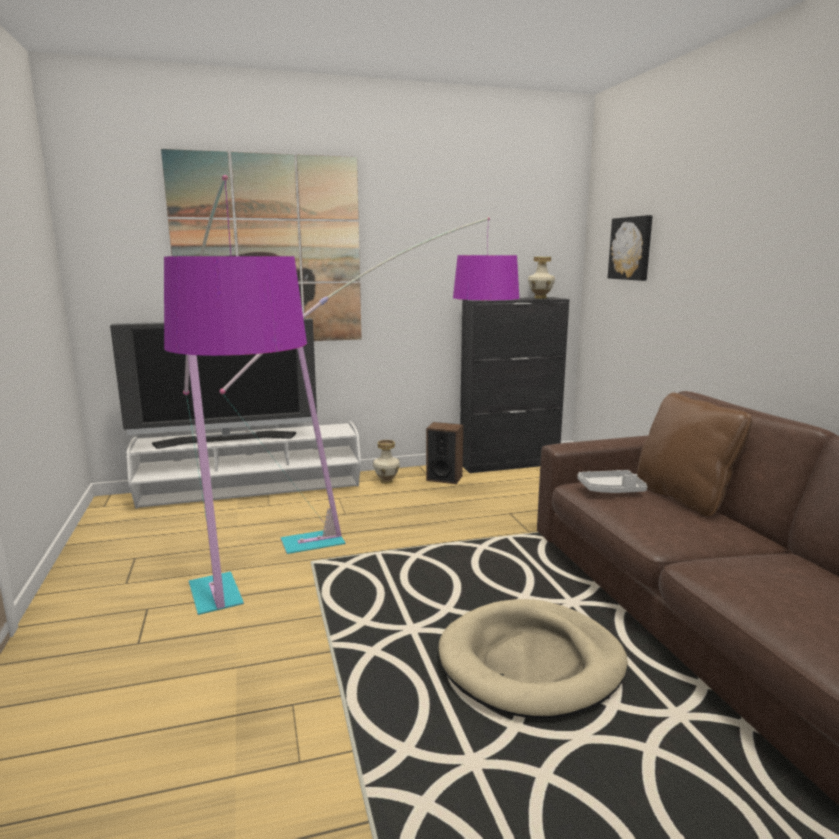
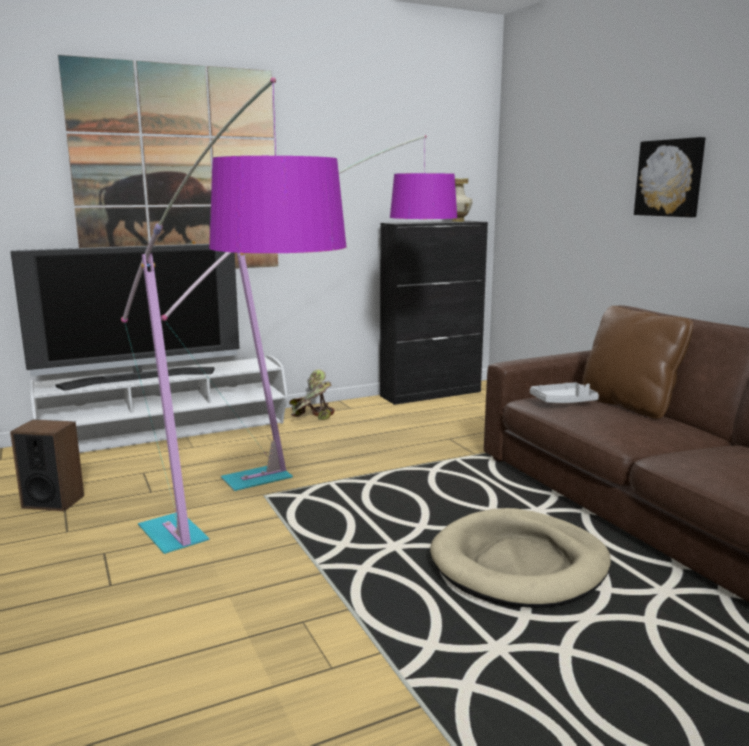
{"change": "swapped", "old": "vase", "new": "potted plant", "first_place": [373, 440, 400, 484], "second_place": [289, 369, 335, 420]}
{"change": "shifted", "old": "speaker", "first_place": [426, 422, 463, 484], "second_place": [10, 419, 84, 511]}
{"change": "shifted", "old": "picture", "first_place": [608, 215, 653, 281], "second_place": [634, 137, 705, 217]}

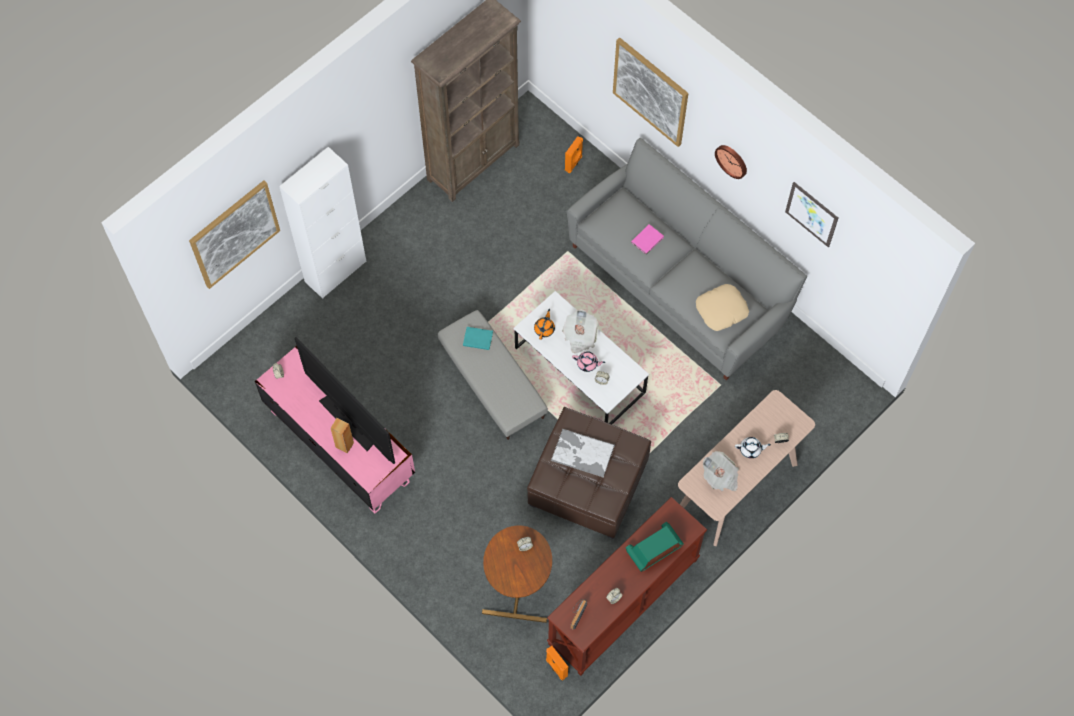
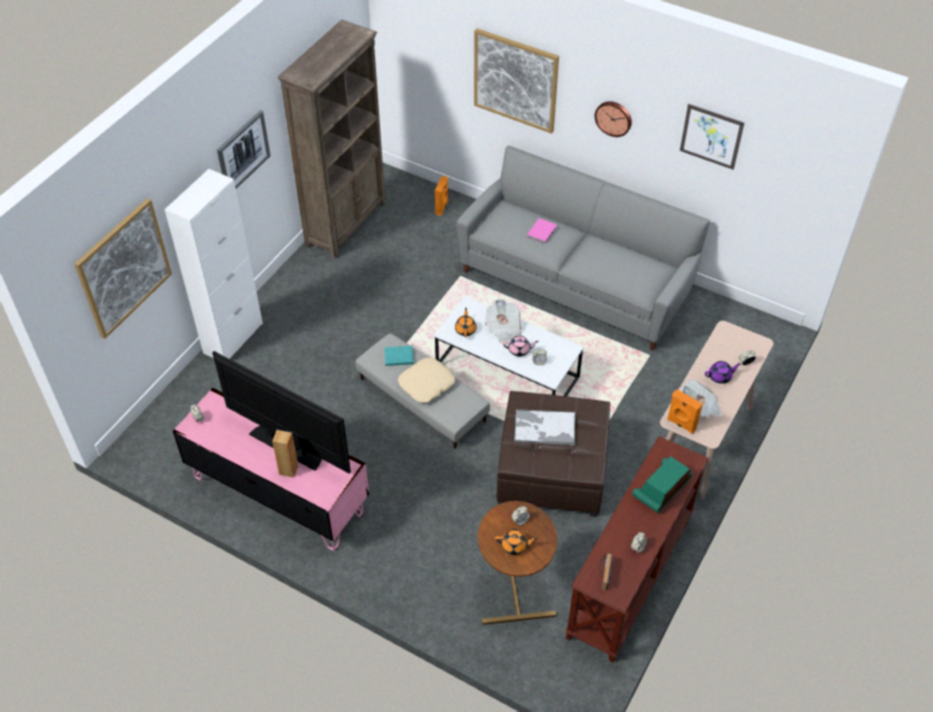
{"change": "shifted", "old": "speaker/orange", "first_place": [546, 646, 568, 680], "second_place": [667, 389, 703, 434]}
{"change": "shifted", "old": "pillow/beige", "first_place": [696, 284, 749, 331], "second_place": [398, 358, 455, 403]}
{"change": "repainted", "old": "teapot/white", "new": "teapot/purple", "first_place": [735, 437, 771, 458], "second_place": [705, 361, 741, 384]}
{"change": "new", "new": "picture", "second_place": [217, 110, 270, 189]}
{"change": "new", "new": "teapot/orange", "second_place": [495, 529, 537, 555]}

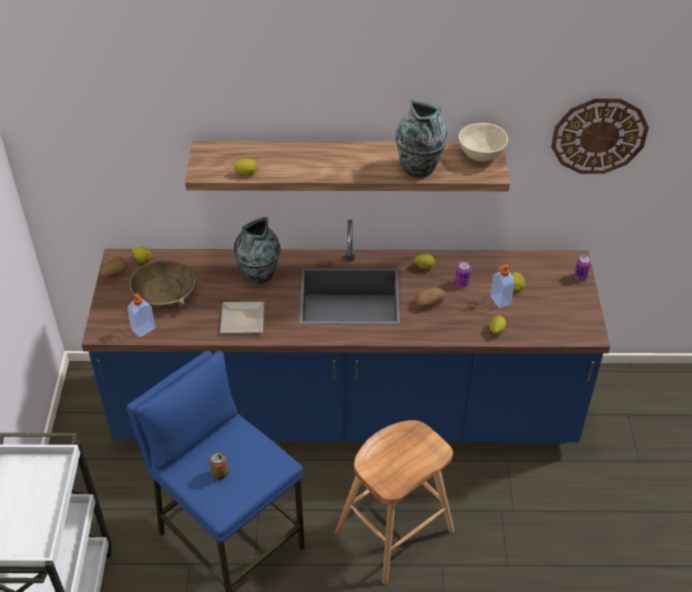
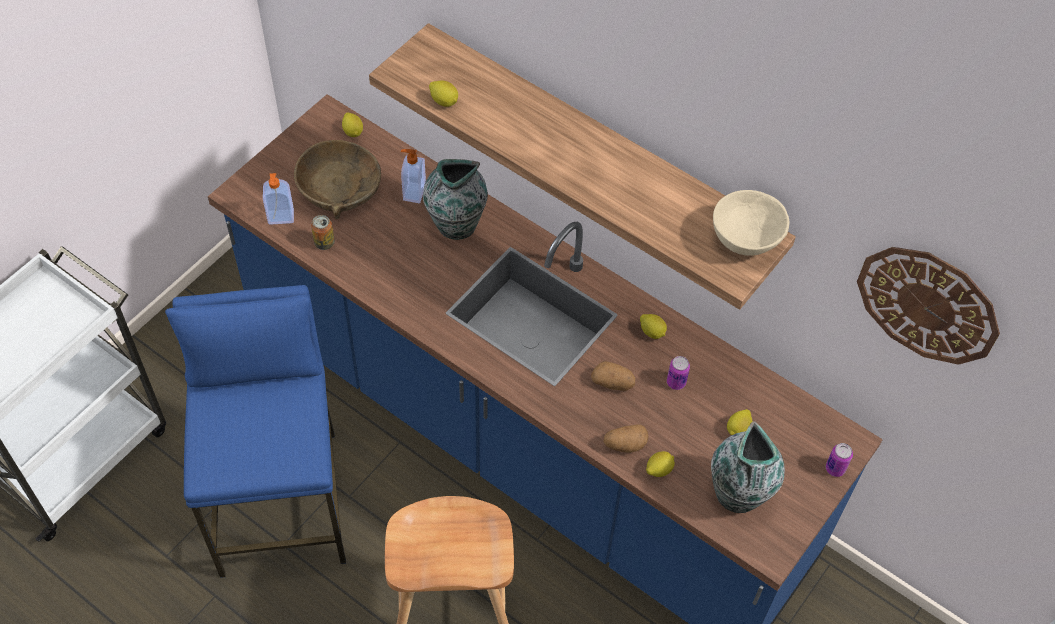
{"change": "shifted", "old": "potato", "first_place": [100, 256, 127, 278], "second_place": [603, 424, 648, 453]}
{"change": "shifted", "old": "can", "first_place": [209, 452, 228, 480], "second_place": [311, 215, 335, 250]}
{"change": "gone", "old": "plate", "first_place": [220, 302, 264, 333]}
{"change": "shifted", "old": "vase", "first_place": [395, 100, 448, 178], "second_place": [711, 421, 785, 513]}
{"change": "shifted", "old": "soap dispenser", "first_place": [490, 264, 514, 308], "second_place": [401, 149, 426, 204]}

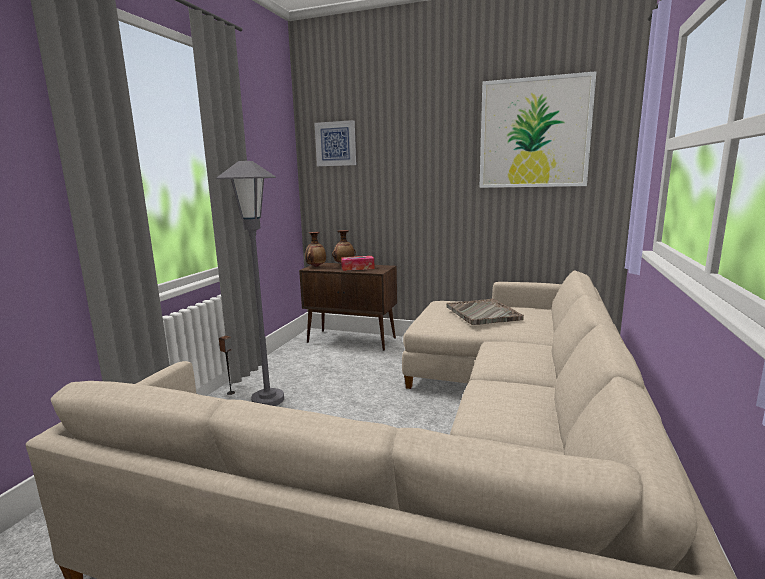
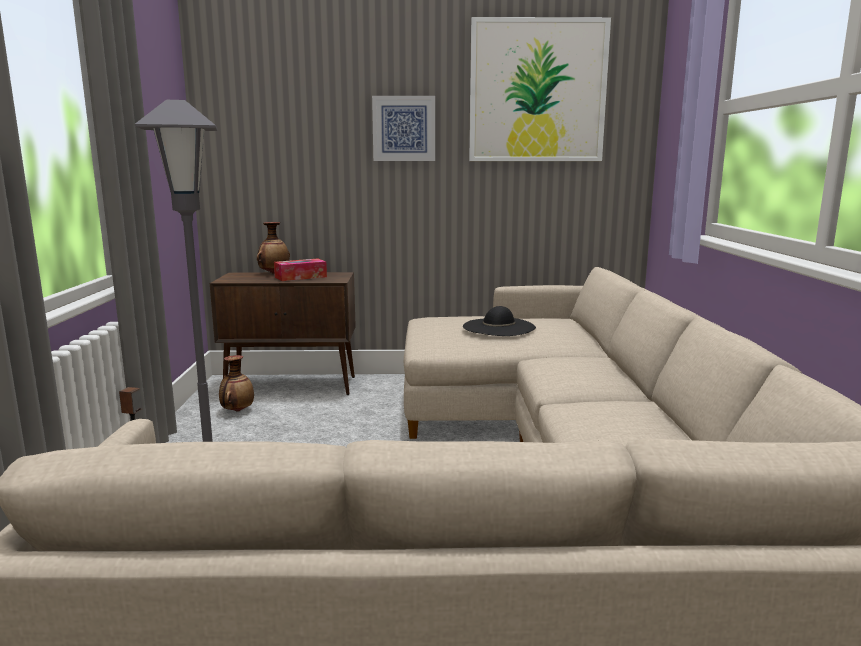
{"change": "shifted", "old": "vase", "first_place": [305, 232, 326, 267], "second_place": [219, 355, 254, 412]}
{"change": "shifted", "old": "picture", "first_place": [314, 120, 356, 166], "second_place": [372, 96, 435, 161]}
{"change": "swapped", "old": "tray/grey", "new": "hat/black", "first_place": [446, 298, 524, 325], "second_place": [463, 306, 536, 336]}

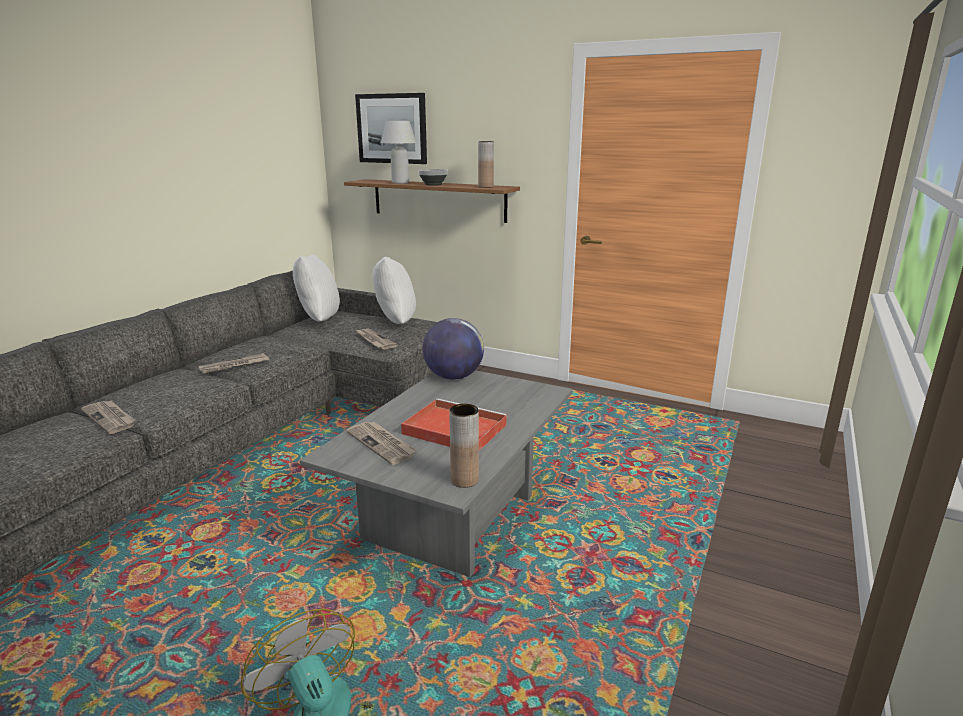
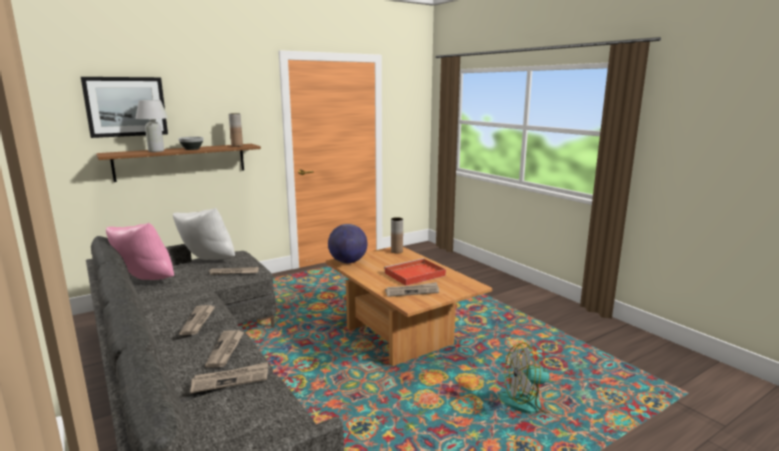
{"change": "repainted", "old": "pillow/white", "new": "pillow/pink", "first_place": [293, 255, 340, 322], "second_place": [106, 223, 174, 280]}
{"change": "repainted", "old": "coffee table/grey", "new": "coffee table/brown", "first_place": [300, 370, 573, 577], "second_place": [326, 247, 492, 366]}
{"change": "shifted", "old": "vase/brown", "first_place": [449, 404, 479, 488], "second_place": [391, 217, 403, 253]}
{"change": "new", "new": "newspaper", "second_place": [205, 330, 244, 368]}

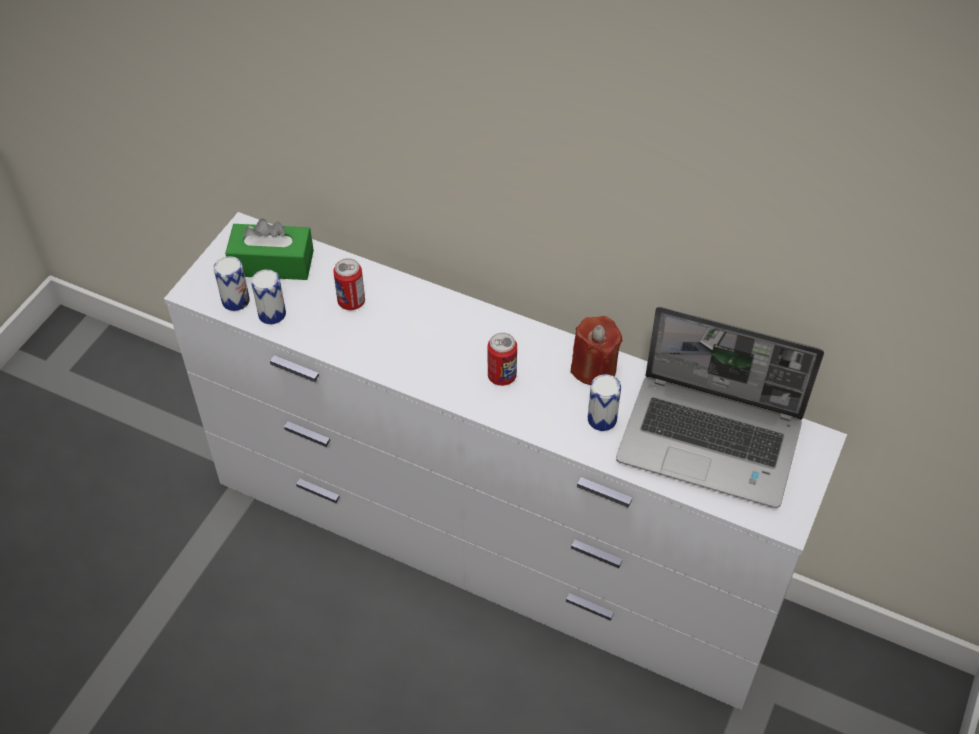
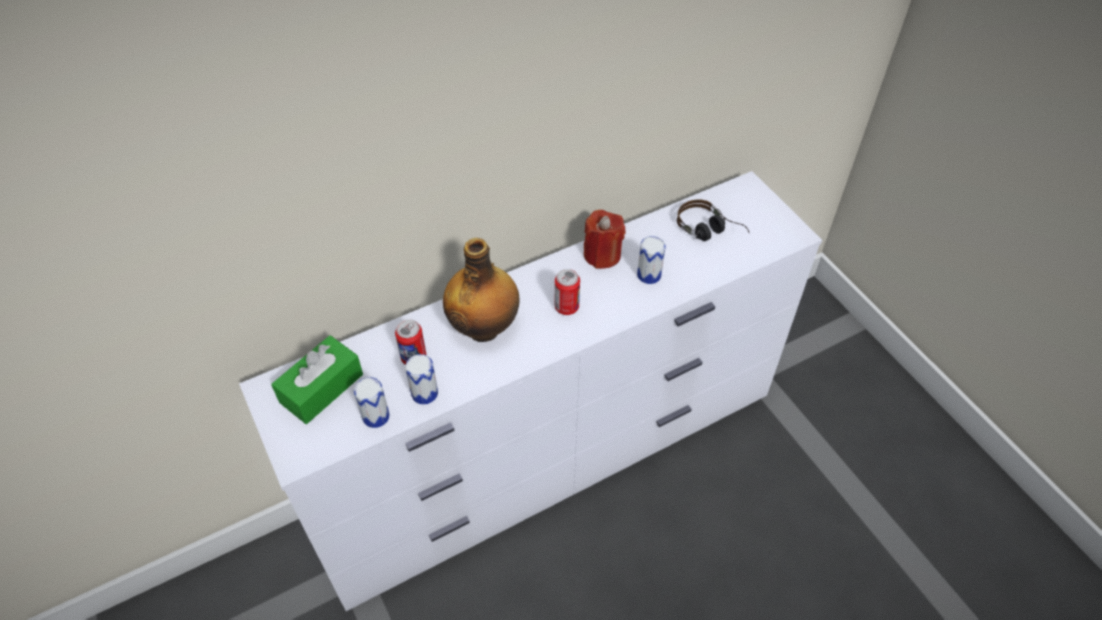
{"change": "shifted", "old": "can", "first_place": [214, 256, 250, 311], "second_place": [405, 354, 438, 405]}
{"change": "swapped", "old": "laptop", "new": "headphones", "first_place": [616, 307, 824, 508], "second_place": [677, 199, 749, 241]}
{"change": "new", "new": "bottle", "second_place": [443, 238, 520, 342]}

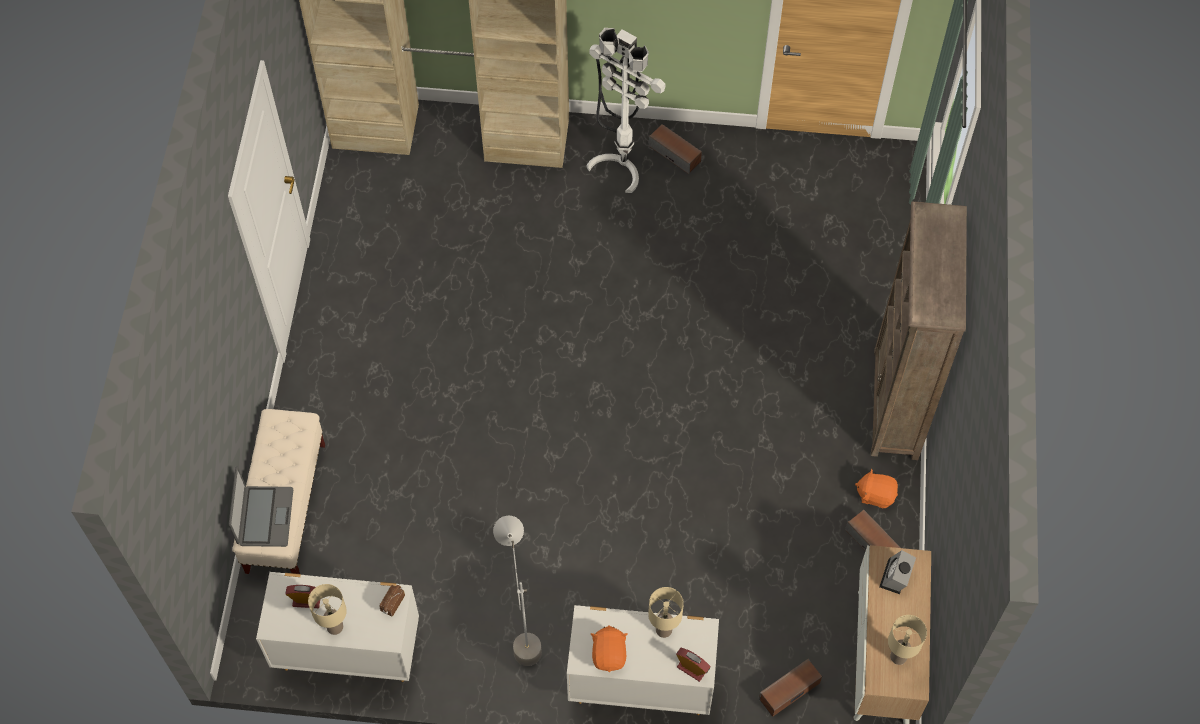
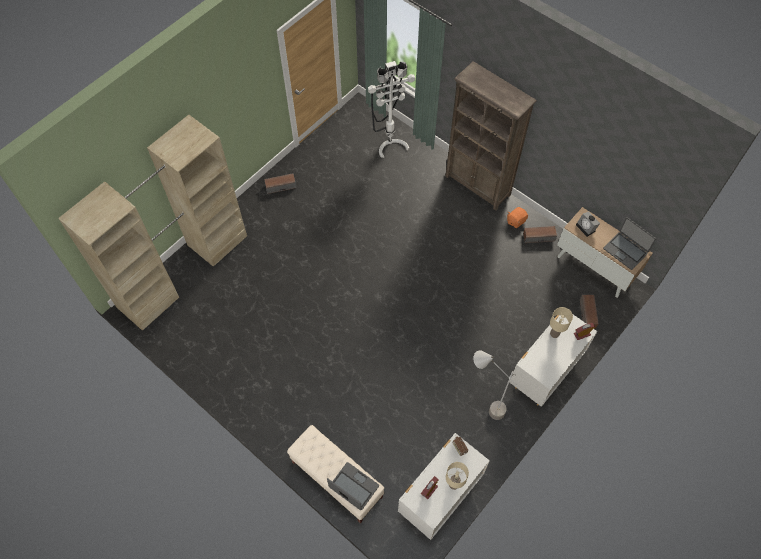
{"change": "shifted", "old": "floor lamp/white", "first_place": [587, 28, 665, 193], "second_place": [368, 61, 415, 158]}
{"change": "gone", "old": "plush toy/orange", "first_place": [591, 625, 628, 672]}
{"change": "swapped", "old": "table lamp/beige", "new": "laptop", "first_place": [888, 615, 927, 665], "second_place": [603, 217, 656, 270]}

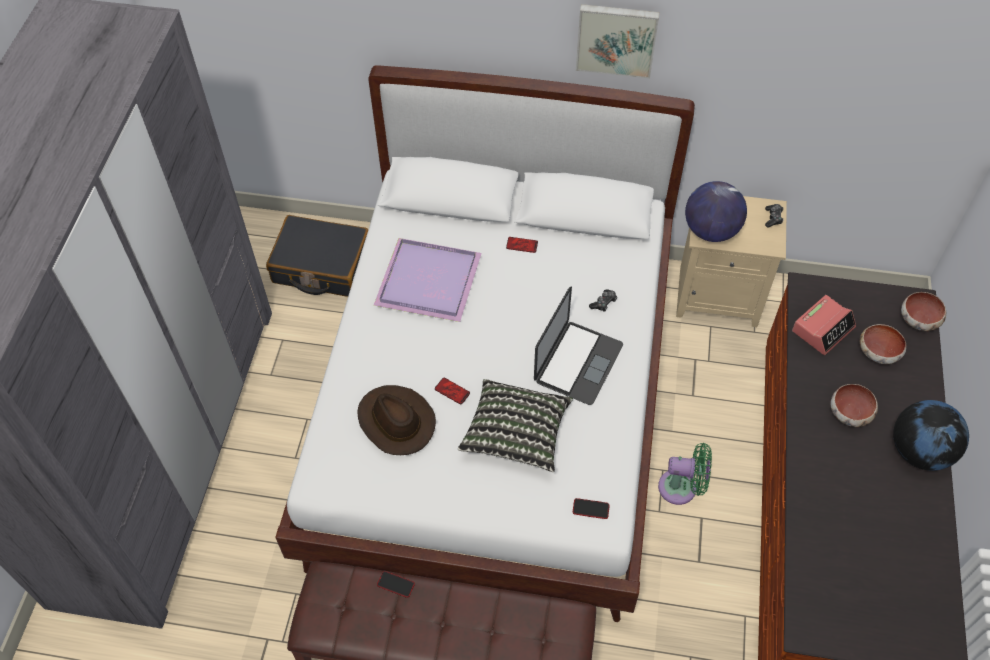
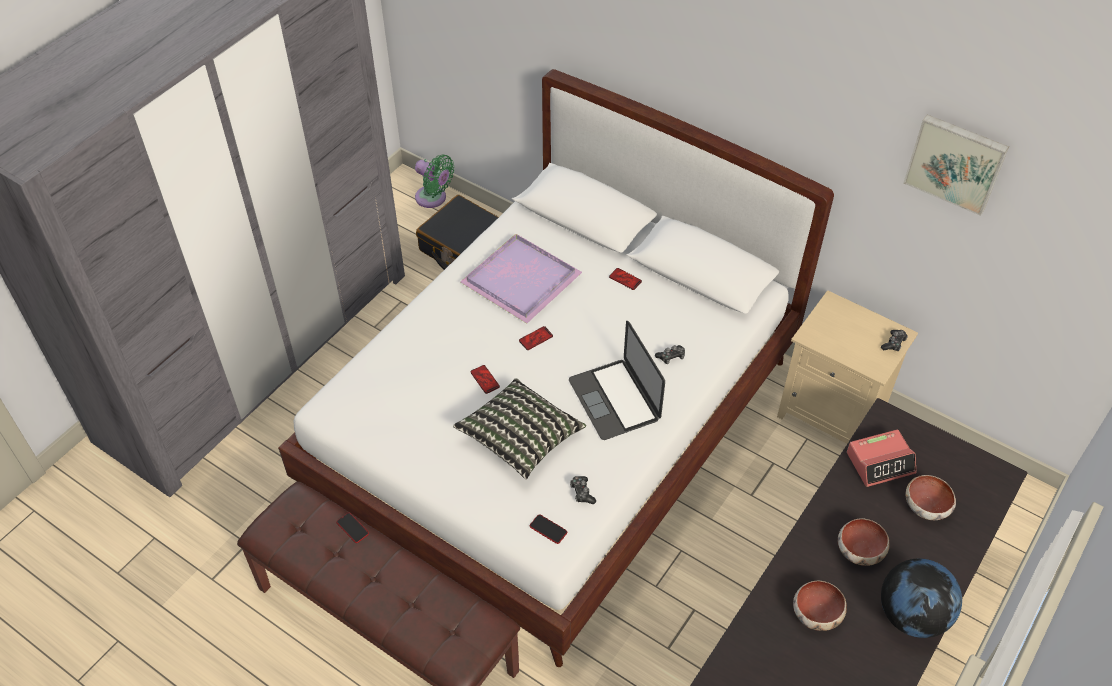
{"change": "gone", "old": "hat/brown", "first_place": [357, 385, 436, 455]}
{"change": "rotated", "old": "laptop", "first_place": [534, 286, 623, 405], "second_place": [569, 321, 665, 440], "degrees": 105}
{"change": "shifted", "old": "picture", "first_place": [576, 4, 660, 79], "second_place": [903, 114, 1009, 216]}
{"change": "shifted", "old": "fan/green", "first_place": [658, 443, 712, 505], "second_place": [415, 155, 454, 208]}
{"change": "gone", "old": "globe", "first_place": [685, 181, 747, 242]}
{"change": "shifted", "old": "bowl", "first_place": [901, 292, 946, 331], "second_place": [793, 581, 847, 631]}
{"change": "new", "new": "phone", "second_place": [519, 326, 553, 350]}
{"change": "new", "new": "game controller", "second_place": [570, 476, 596, 504]}

